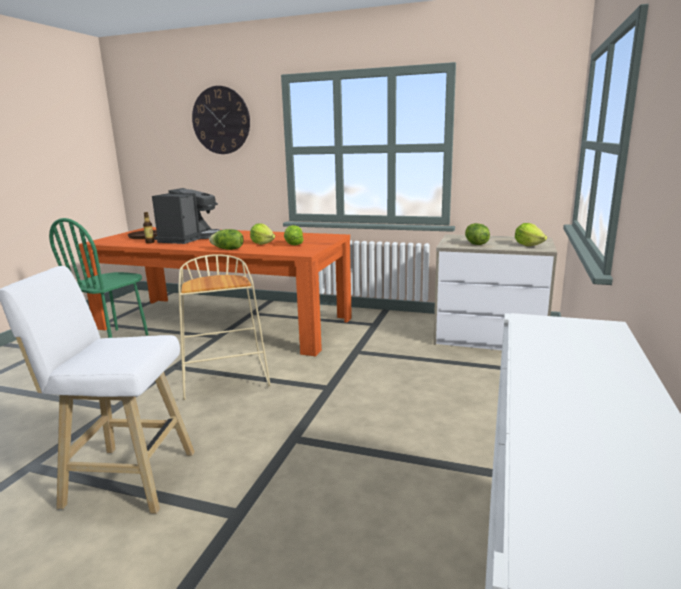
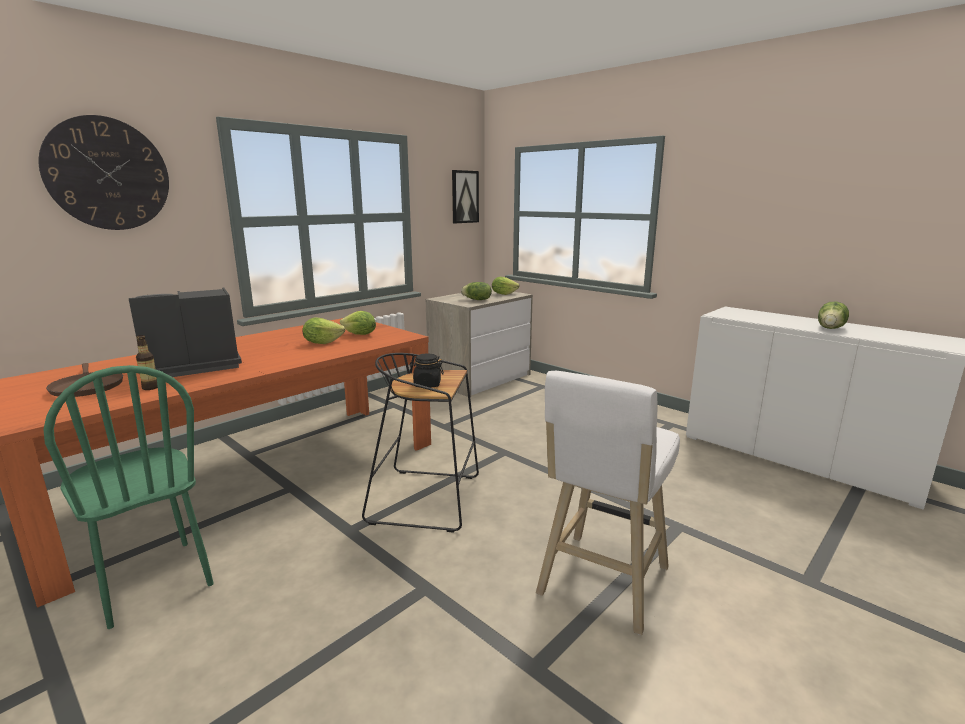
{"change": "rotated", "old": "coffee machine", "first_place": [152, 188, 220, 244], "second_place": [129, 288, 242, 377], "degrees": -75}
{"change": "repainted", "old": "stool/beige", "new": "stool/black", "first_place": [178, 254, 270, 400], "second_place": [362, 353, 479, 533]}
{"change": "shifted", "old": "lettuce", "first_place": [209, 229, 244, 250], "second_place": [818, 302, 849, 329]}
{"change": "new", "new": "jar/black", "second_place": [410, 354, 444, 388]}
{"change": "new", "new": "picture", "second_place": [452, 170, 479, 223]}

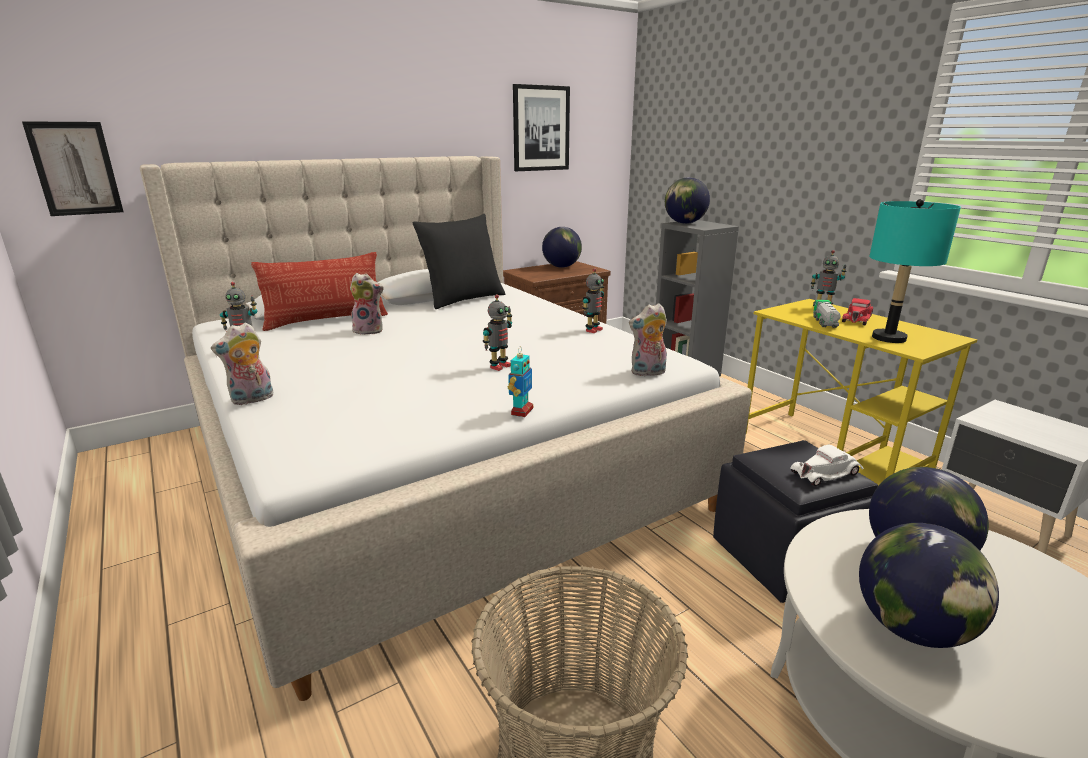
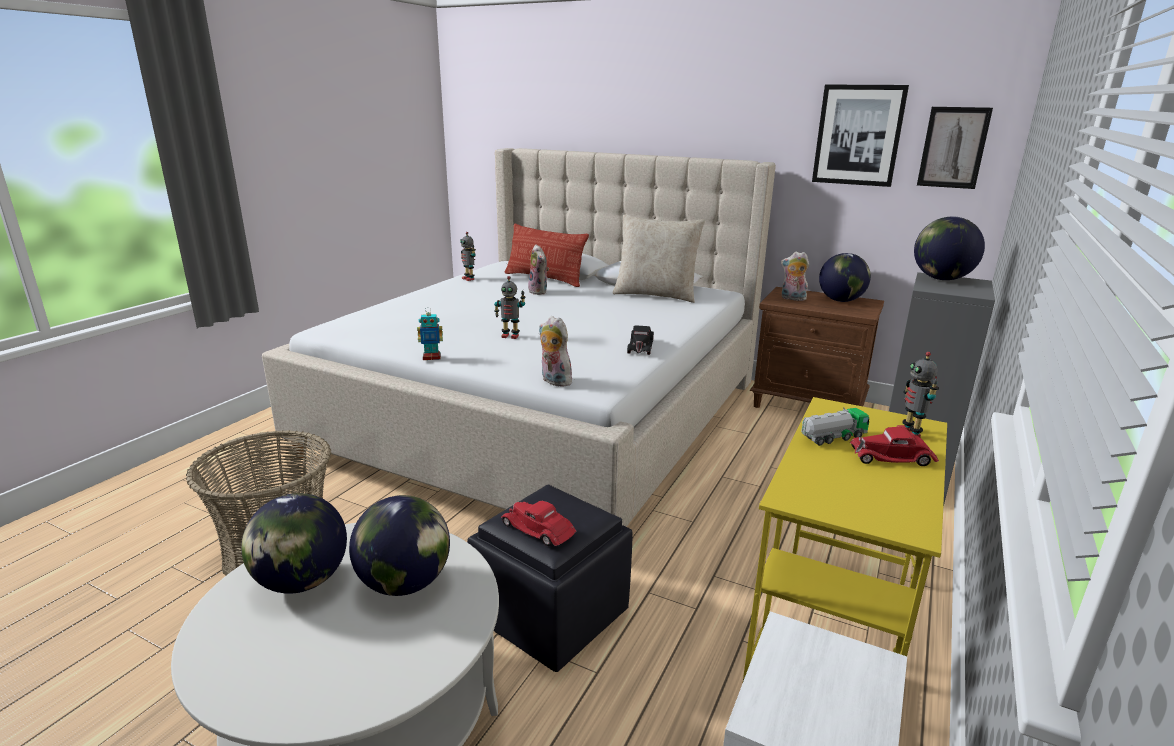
{"change": "shifted", "old": "picture", "first_place": [22, 121, 124, 216], "second_place": [917, 107, 993, 189]}
{"change": "shifted", "old": "plush toy", "first_place": [211, 322, 273, 405], "second_place": [781, 252, 809, 301]}
{"change": "repainted", "old": "pillow/black", "new": "pillow/beige", "first_place": [413, 214, 505, 309], "second_place": [613, 214, 705, 303]}
{"change": "swapped", "old": "toy robot", "new": "toy car/black", "first_place": [582, 268, 604, 333], "second_place": [627, 325, 654, 355]}
{"change": "repainted", "old": "toy car/white", "new": "toy car/red", "first_place": [790, 445, 863, 486], "second_place": [501, 501, 576, 546]}
{"change": "gone", "old": "table lamp/turquoise", "first_place": [869, 199, 961, 343]}

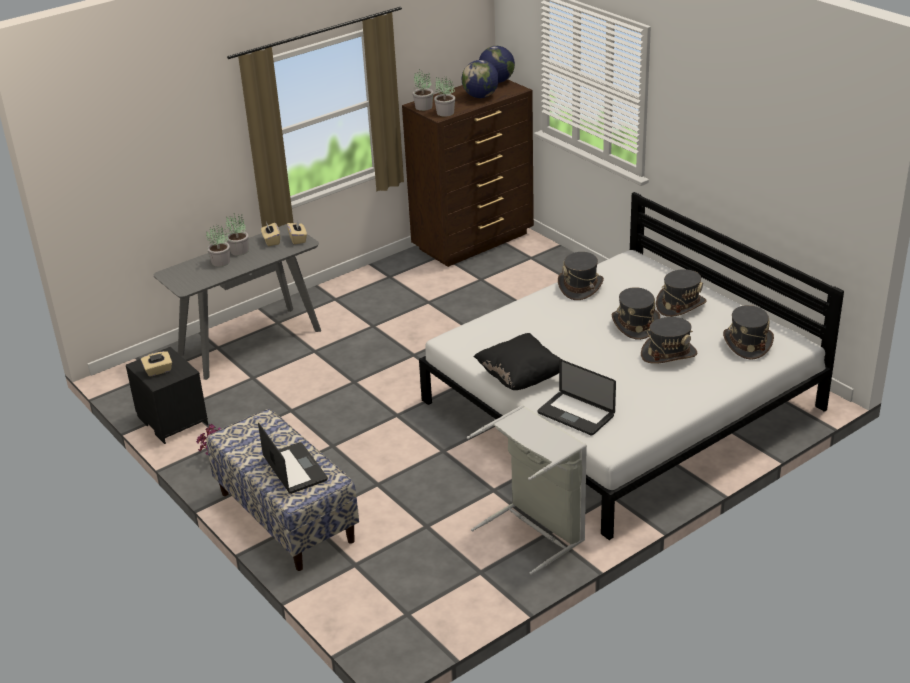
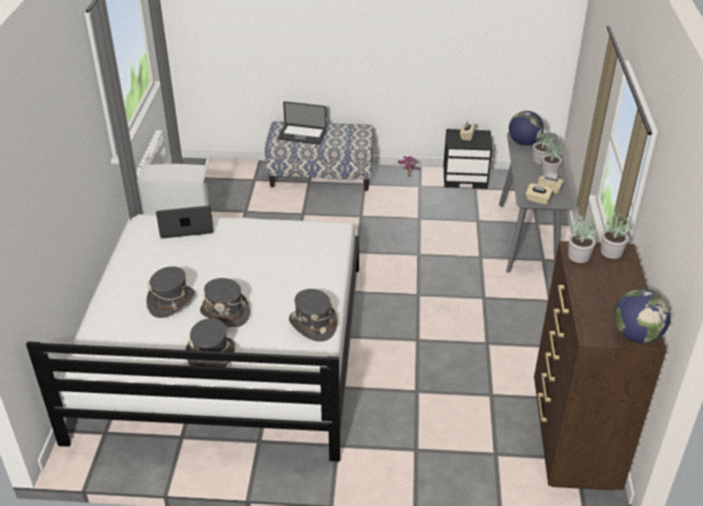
{"change": "shifted", "old": "globe", "first_place": [462, 60, 499, 98], "second_place": [509, 111, 544, 145]}
{"change": "gone", "old": "pillow/black", "first_place": [474, 333, 561, 390]}
{"change": "gone", "old": "hat/grey", "first_place": [723, 305, 774, 360]}

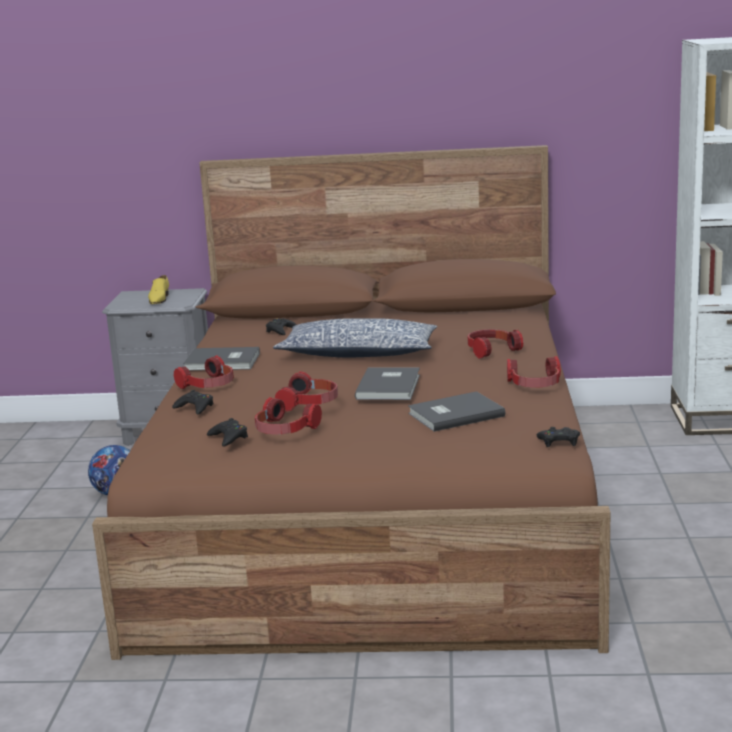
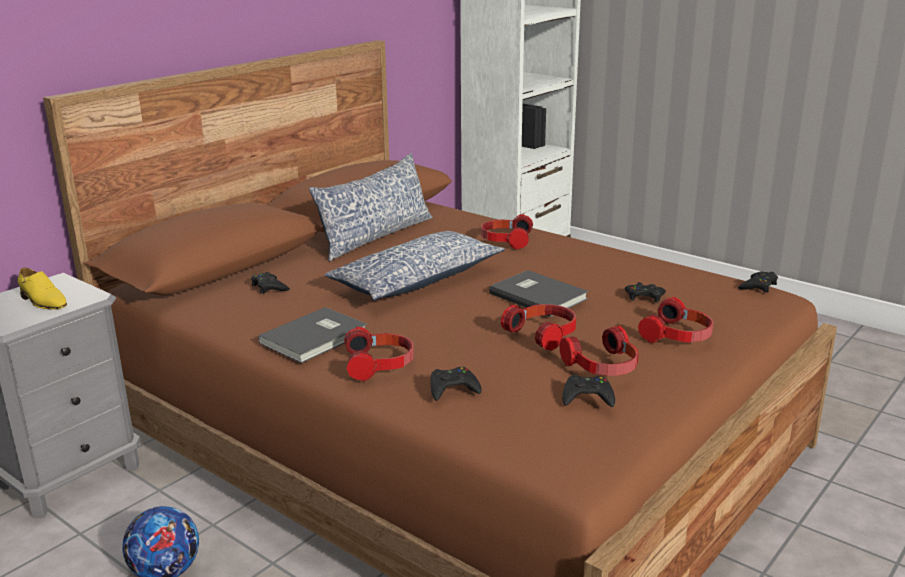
{"change": "swapped", "old": "book/grey", "new": "game controller/black", "first_place": [408, 391, 505, 432], "second_place": [625, 282, 666, 303]}
{"change": "shifted", "old": "headphones", "first_place": [507, 356, 561, 388], "second_place": [638, 297, 713, 343]}
{"change": "new", "new": "pillow", "second_place": [309, 153, 433, 261]}

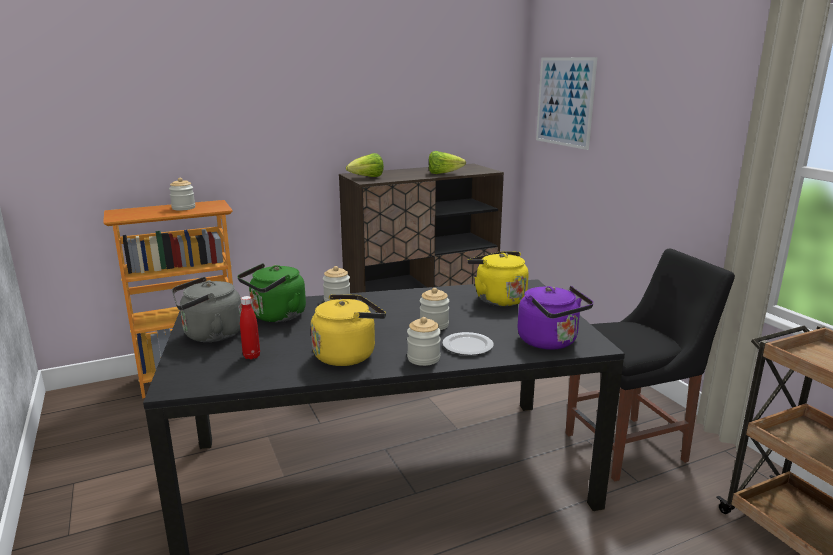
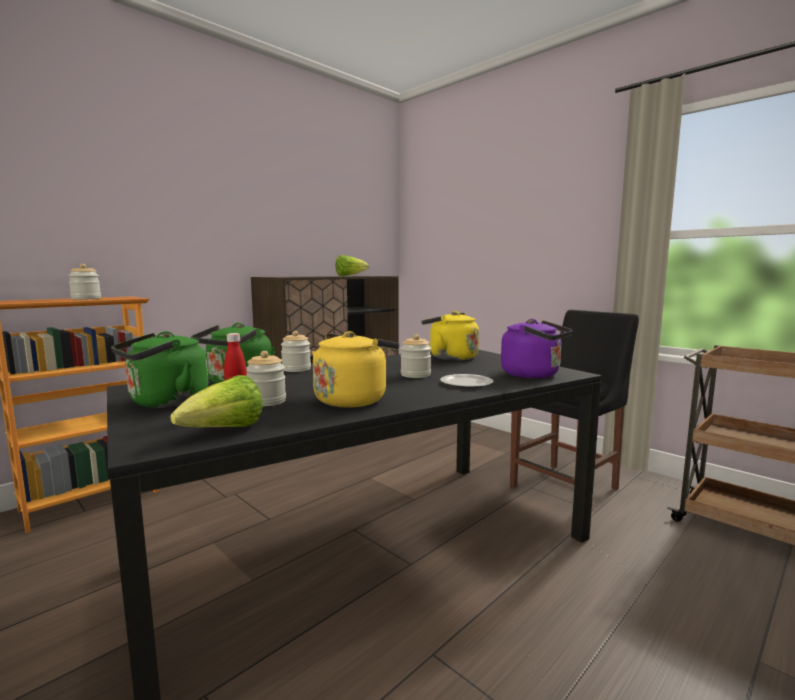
{"change": "repainted", "old": "kettle/grey", "new": "kettle/green", "first_place": [172, 277, 242, 342], "second_place": [111, 331, 209, 408]}
{"change": "shifted", "old": "lettuce", "first_place": [346, 153, 384, 177], "second_place": [170, 375, 263, 428]}
{"change": "shifted", "old": "jar", "first_place": [407, 317, 441, 366], "second_place": [246, 351, 286, 406]}
{"change": "gone", "old": "picture", "first_place": [536, 57, 597, 150]}

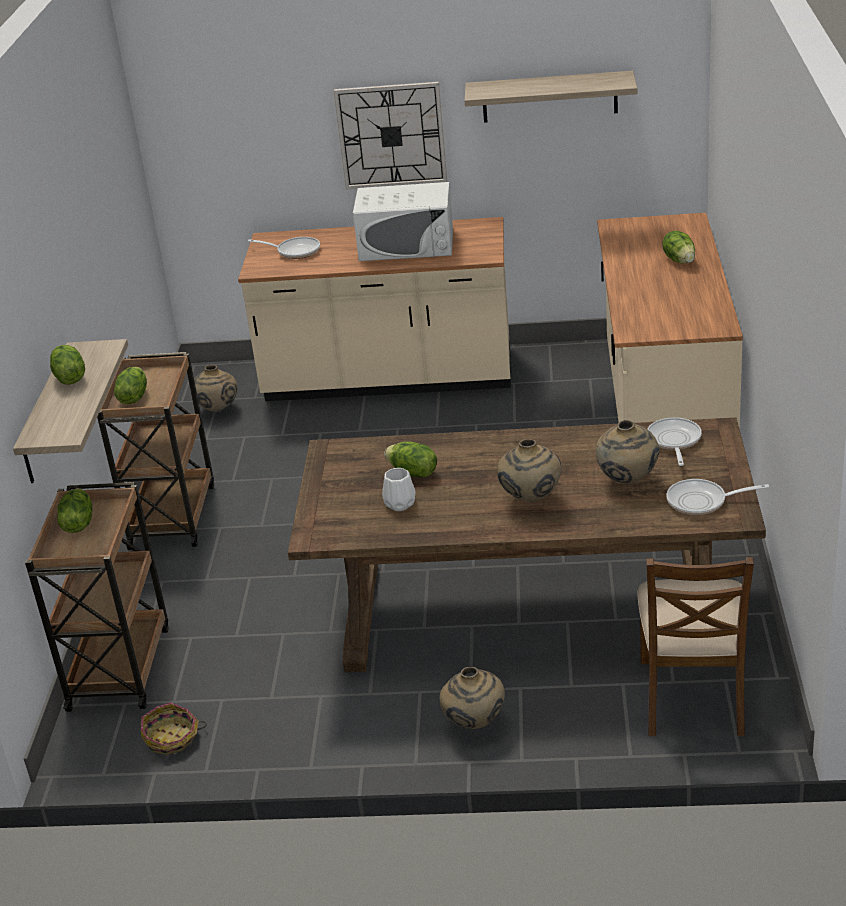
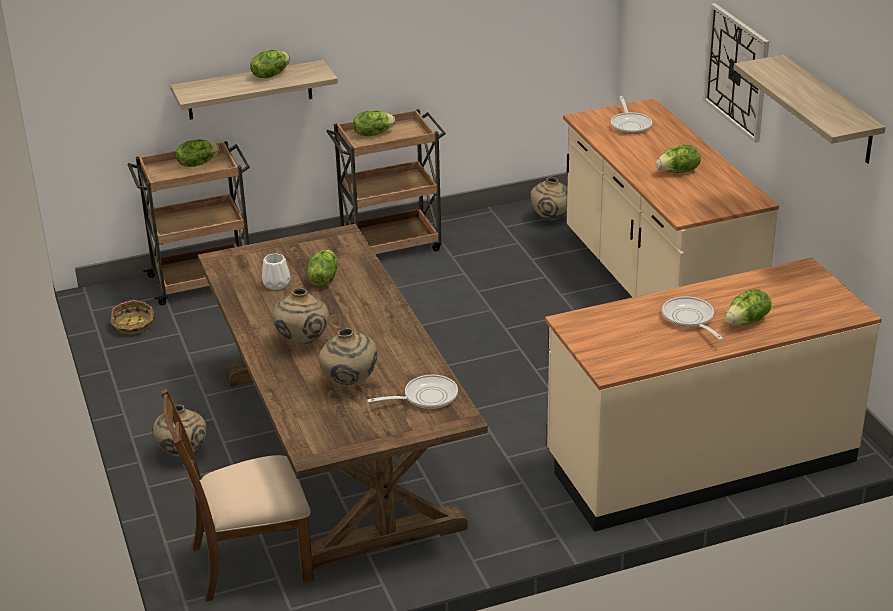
{"change": "swapped", "old": "microwave/white", "new": "lettuce", "first_place": [353, 182, 453, 261], "second_place": [656, 145, 701, 173]}
{"change": "shifted", "old": "frying pan", "first_place": [666, 479, 769, 515], "second_place": [662, 296, 724, 340]}

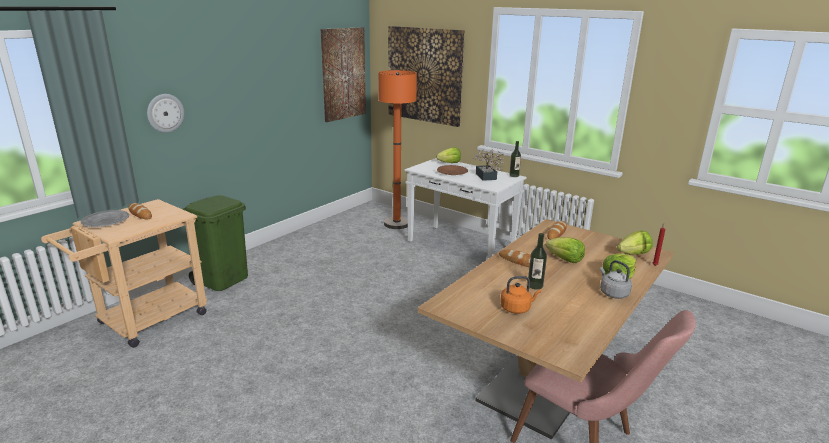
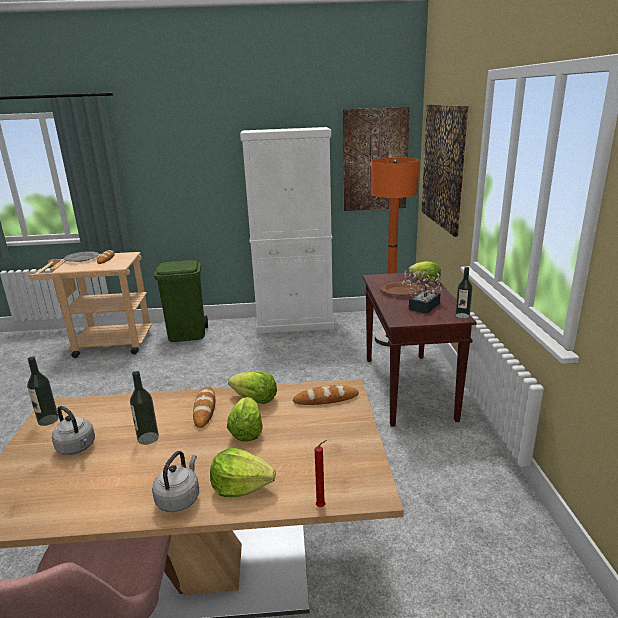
{"change": "gone", "old": "wall clock", "first_place": [147, 94, 184, 133]}
{"change": "repainted", "old": "console table/white", "new": "console table/brown", "first_place": [405, 158, 527, 259], "second_place": [363, 273, 477, 426]}
{"change": "repainted", "old": "kettle/orange", "new": "kettle/grey", "first_place": [500, 276, 541, 314], "second_place": [52, 406, 95, 455]}
{"change": "shifted", "old": "lettuce", "first_place": [617, 231, 653, 255], "second_place": [228, 371, 277, 404]}
{"change": "new", "new": "bottle", "second_place": [27, 356, 59, 426]}
{"change": "new", "new": "cabinet/white", "second_place": [240, 127, 334, 334]}

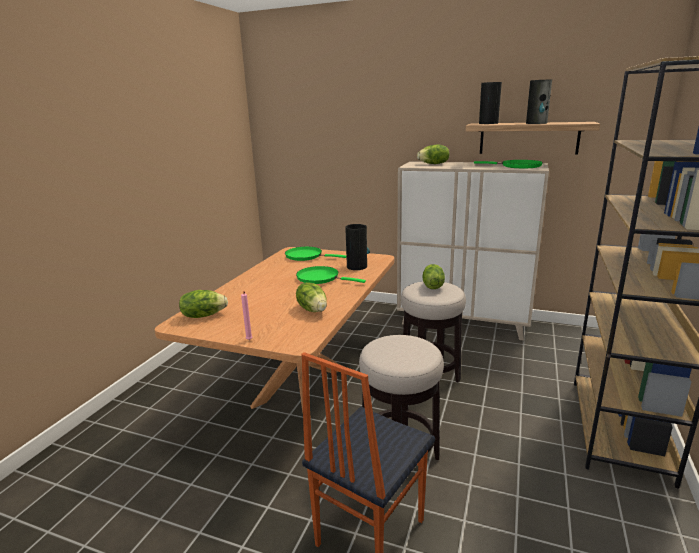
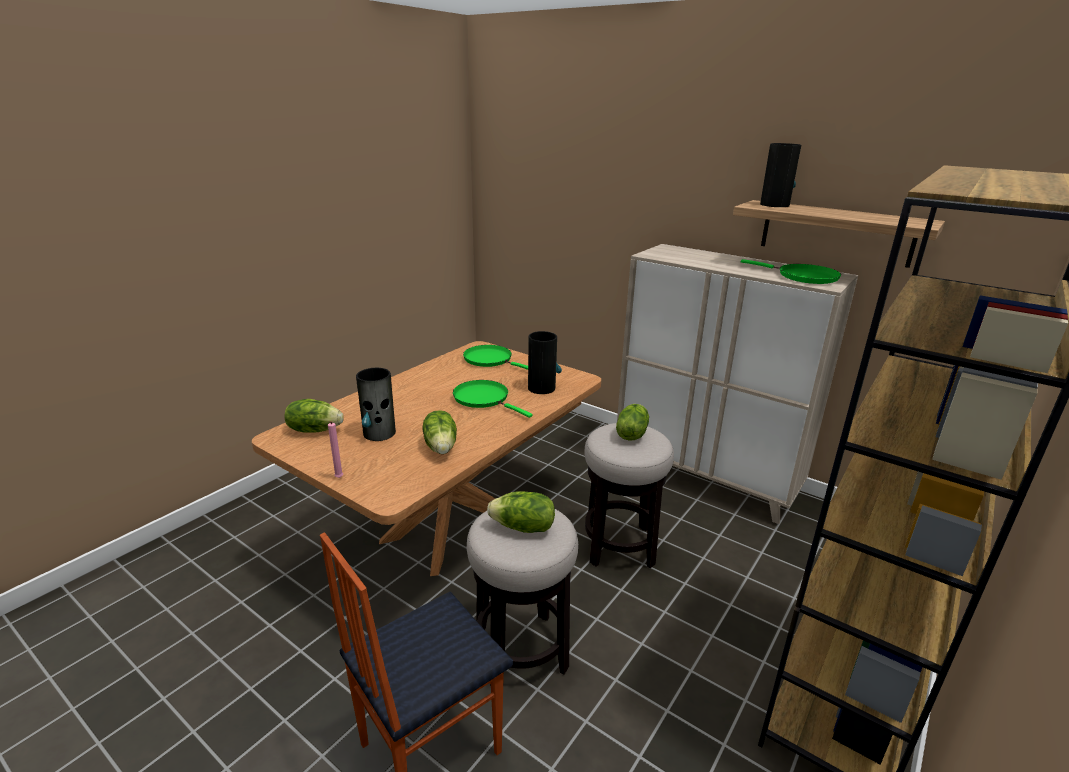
{"change": "shifted", "old": "lettuce", "first_place": [417, 145, 449, 164], "second_place": [487, 491, 555, 533]}
{"change": "shifted", "old": "vase", "first_place": [526, 80, 552, 124], "second_place": [356, 368, 396, 441]}

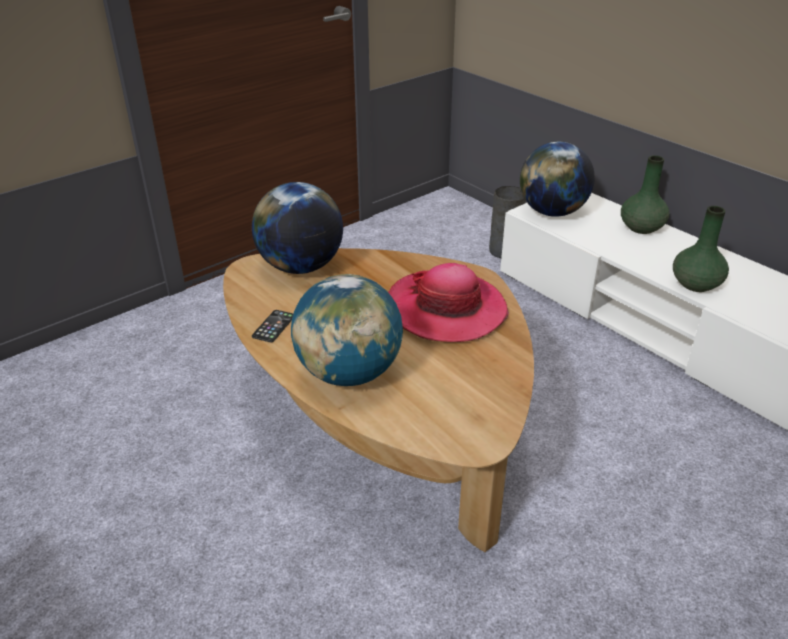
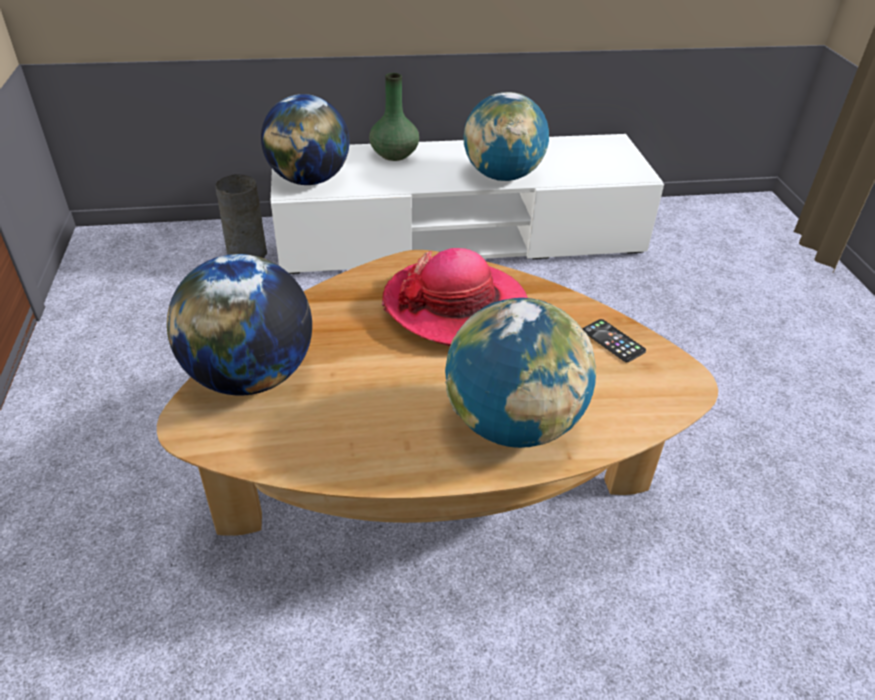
{"change": "shifted", "old": "phone", "first_place": [252, 310, 293, 342], "second_place": [583, 319, 646, 362]}
{"change": "swapped", "old": "vase/green", "new": "globe", "first_place": [673, 206, 729, 292], "second_place": [463, 92, 549, 181]}

